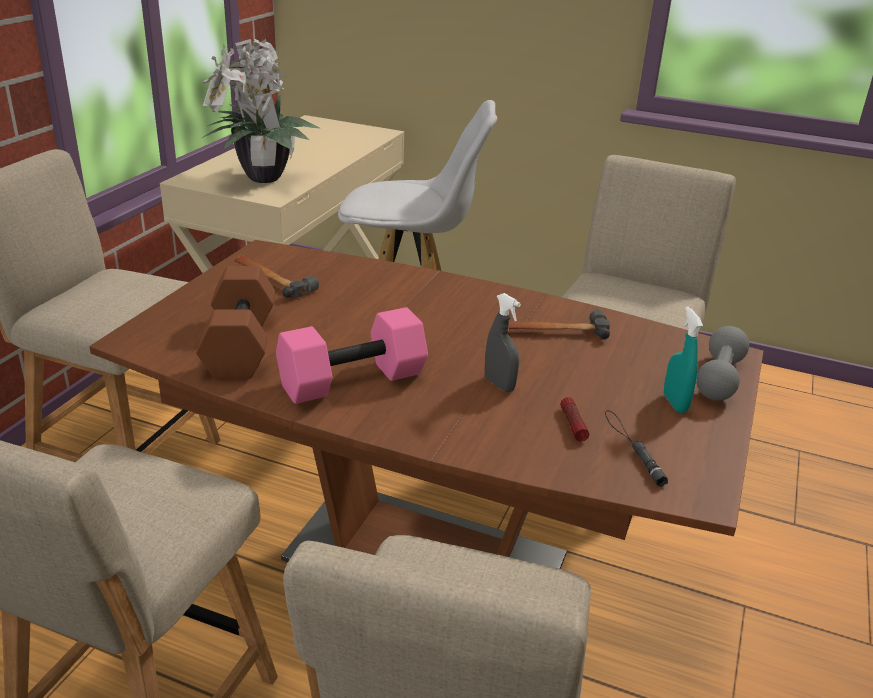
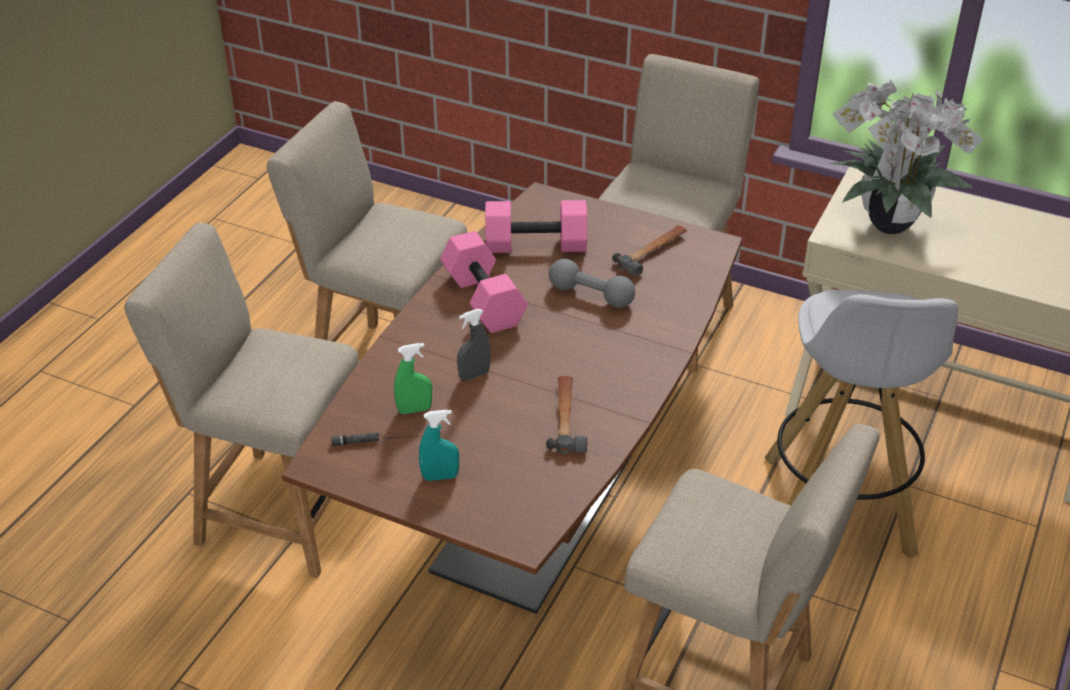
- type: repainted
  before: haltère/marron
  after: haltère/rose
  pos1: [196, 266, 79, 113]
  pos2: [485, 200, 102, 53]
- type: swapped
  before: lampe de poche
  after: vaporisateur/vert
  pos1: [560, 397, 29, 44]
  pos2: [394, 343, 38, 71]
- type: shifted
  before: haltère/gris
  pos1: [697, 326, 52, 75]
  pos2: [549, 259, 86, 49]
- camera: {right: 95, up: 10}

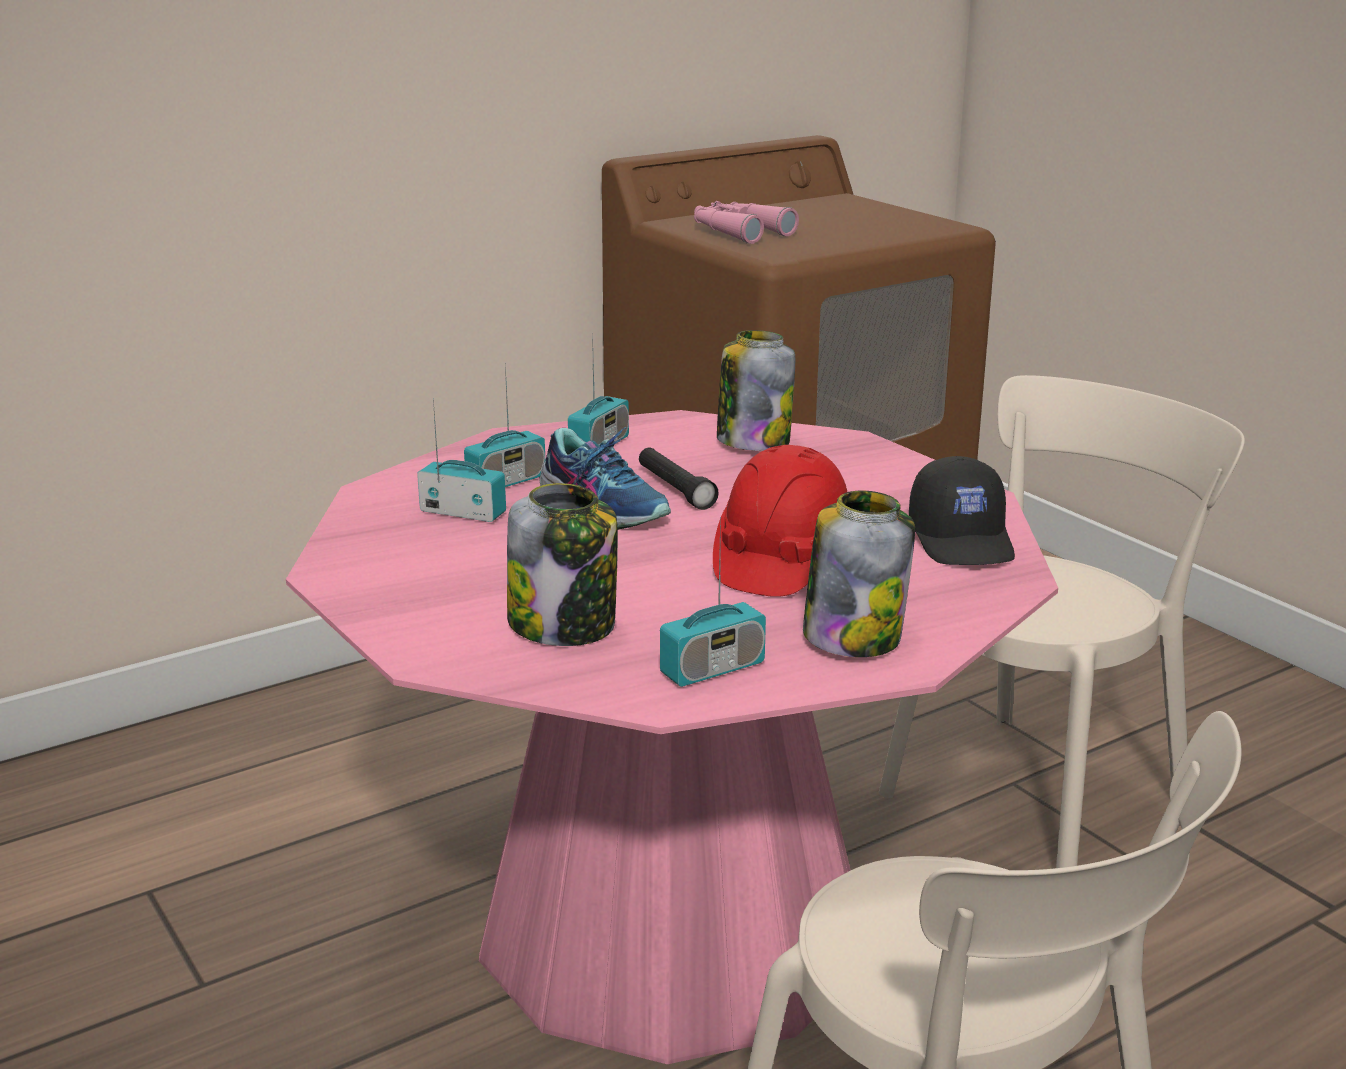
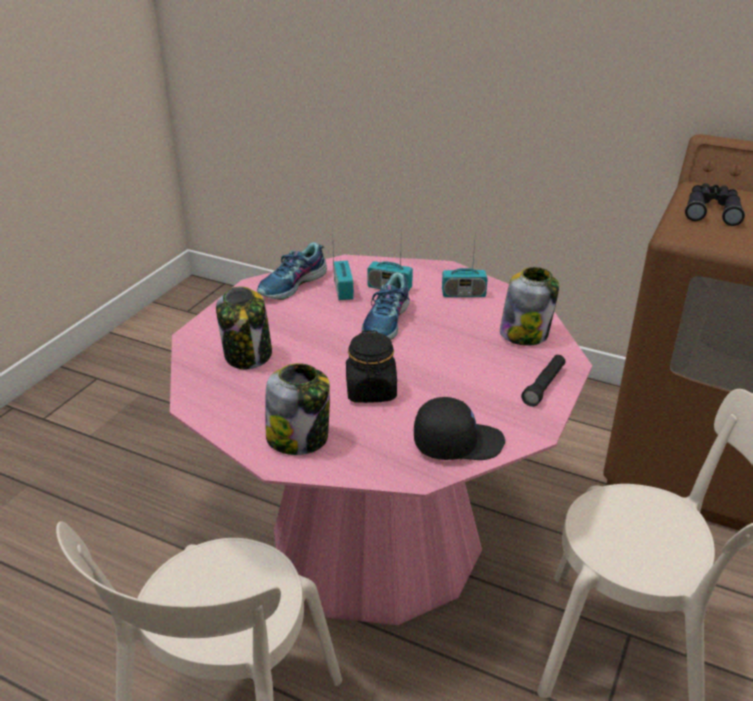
- type: shifted
  before: lampe de poche/noir
  pos1: [639, 448, 80, 62]
  pos2: [521, 355, 44, 52]
- type: gone
  before: radio
  pos1: [660, 517, 106, 170]
- type: repainted
  before: jumelles/rose
  after: jumelles/noir
  pos1: [694, 201, 105, 43]
  pos2: [685, 183, 60, 43]
- type: swapped
  before: casque de chantier/rouge
  after: bocal/noir
  pos1: [713, 445, 134, 152]
  pos2: [346, 330, 51, 73]
- type: rotated
  before: casquette/noir
  pos1: [909, 456, 106, 109]
  pos2: [414, 397, 91, 63]
  turn: -150
- type: new
  after: chaussure
  pos2: [257, 242, 70, 58]
- camera: {right: 60, up: 10}

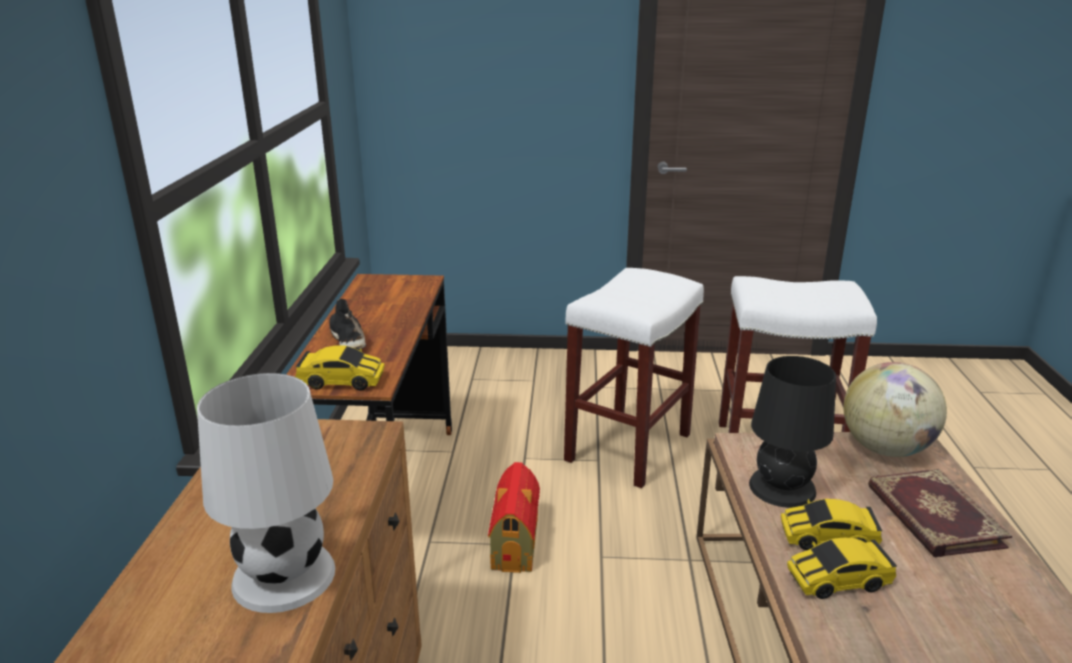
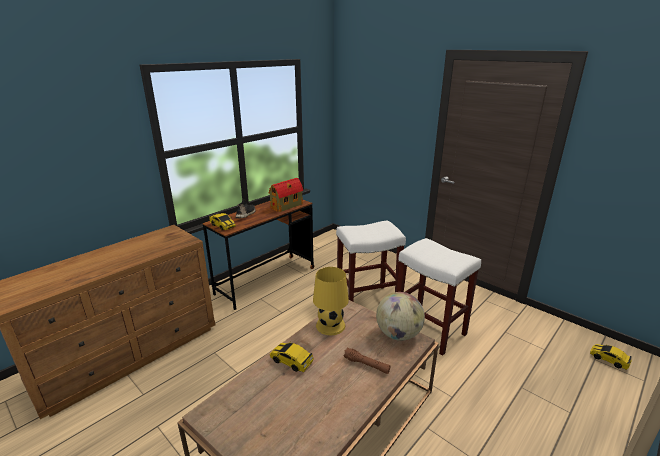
- type: gone
  before: lampe de table/blanc
  pos1: [197, 373, 138, 240]
- type: shifted
  before: maison miniature
  pos1: [488, 462, 52, 111]
  pos2: [269, 178, 34, 34]
- type: repainted
  before: lampe de table/noir
  after: lampe de table/jaune
  pos1: [749, 356, 87, 152]
  pos2: [313, 267, 36, 68]
- type: shifted
  before: petite voiture
  pos1: [781, 499, 101, 51]
  pos2: [590, 344, 42, 26]
- type: swapped
  before: livre
  after: lampe de poche/marron
  pos1: [868, 469, 144, 88]
  pos2: [343, 348, 48, 26]
- camera: {right: 40, up: 0}

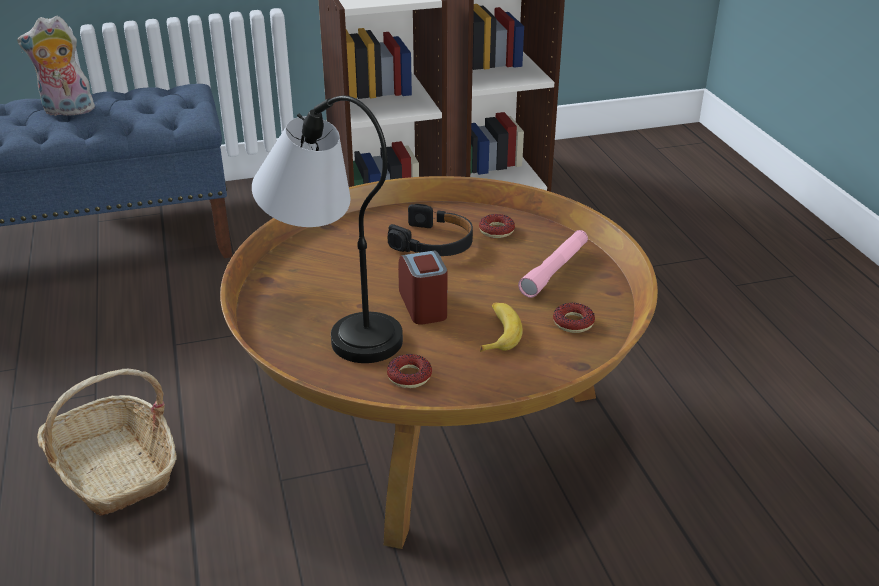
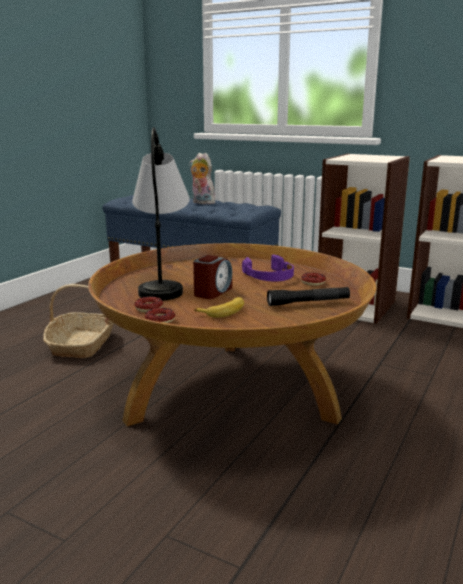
- type: repainted
  before: casque audio/noir
  after: casque audio/violet
  pos1: [388, 204, 85, 52]
  pos2: [242, 255, 52, 27]
- type: repainted
  before: lampe de poche/rose
  after: lampe de poche/noir
  pos1: [518, 230, 70, 68]
  pos2: [267, 287, 83, 19]
- type: shifted
  before: beignet
  pos1: [553, 303, 42, 30]
  pos2: [145, 308, 30, 15]
- camera: {right: 45, up: -15}

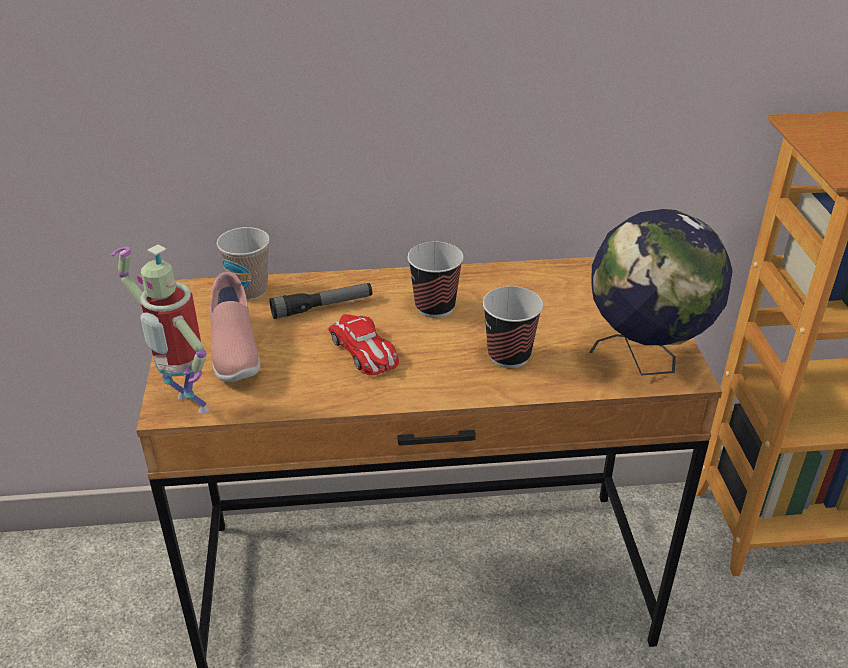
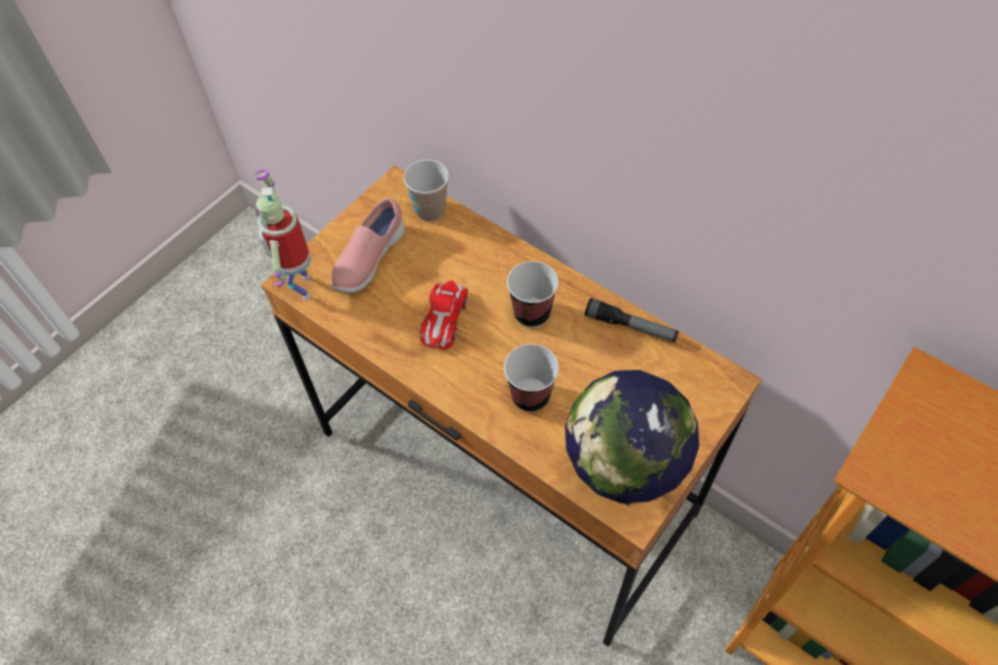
- type: shifted
  before: lampe de poche
  pos1: [269, 283, 103, 36]
  pos2: [585, 298, 94, 44]
- camera: {right: 45, up: 20}

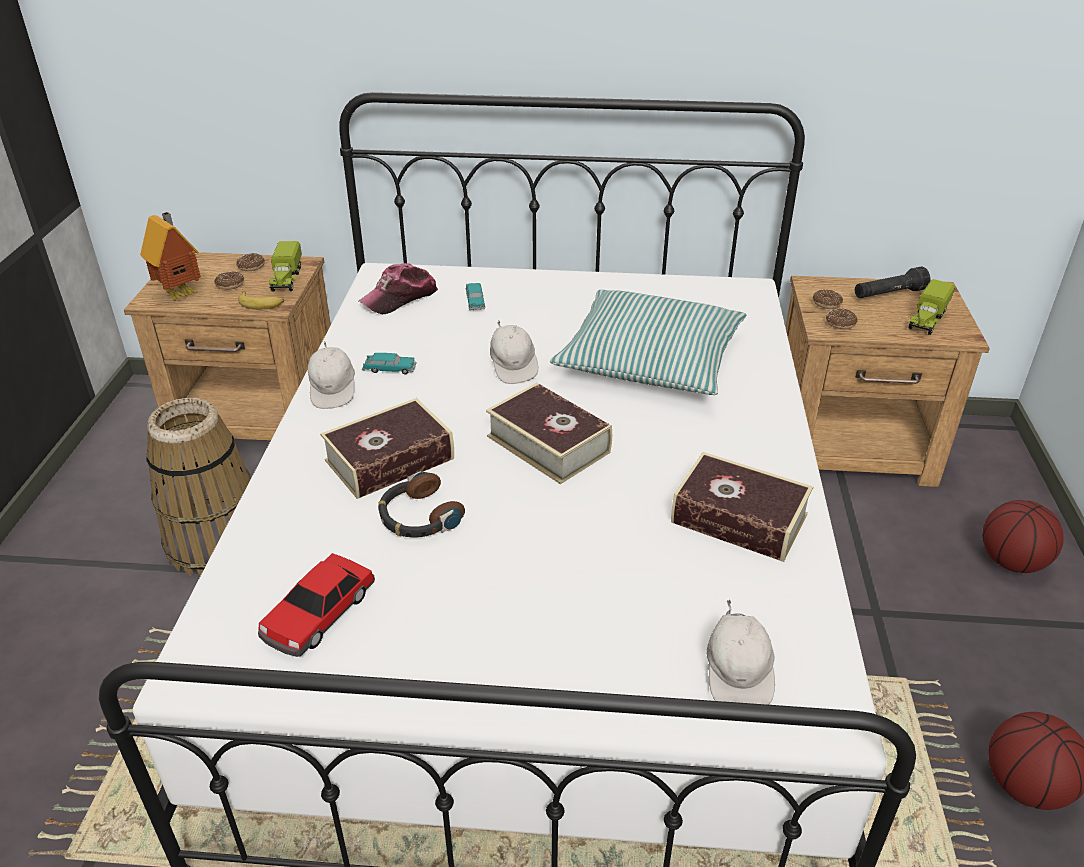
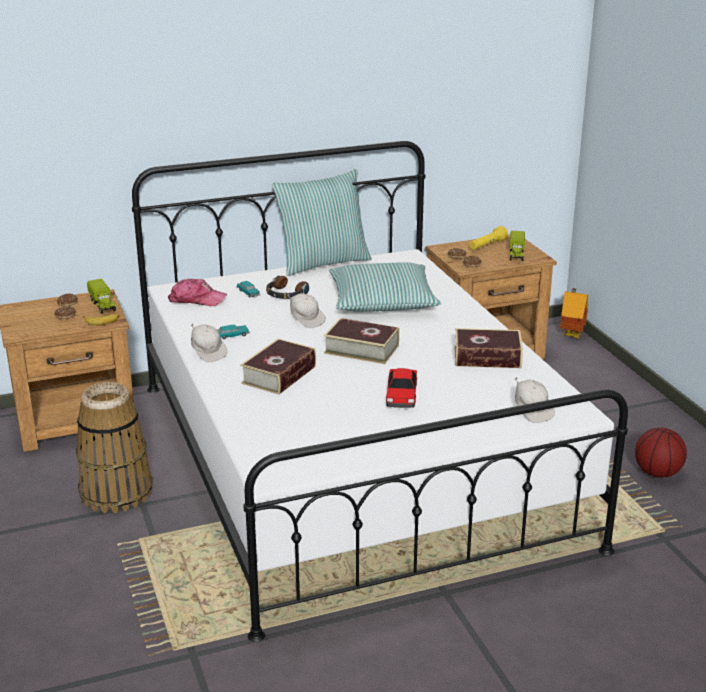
- type: shifted
  before: maison miniature
  pos1: [140, 212, 61, 89]
  pos2: [560, 288, 28, 51]
- type: shifted
  before: petite voiture
  pos1: [258, 553, 117, 104]
  pos2: [386, 368, 31, 40]
- type: rotated
  before: casquette
  pos1: [359, 263, 79, 51]
  pos2: [168, 279, 59, 27]
  turn: -105
- type: shifted
  before: casque audio
  pos1: [378, 471, 87, 67]
  pos2: [266, 276, 43, 23]
- type: repainted
  before: lampe de poche/noir
  after: lampe de poche/jaune
  pos1: [855, 267, 75, 31]
  pos2: [469, 226, 39, 24]
- type: gone
  before: ballon de basket
  pos1: [982, 500, 82, 73]
- type: new
  after: coussin
  pos2: [272, 169, 100, 107]
- camera: {right: -25, up: -10}

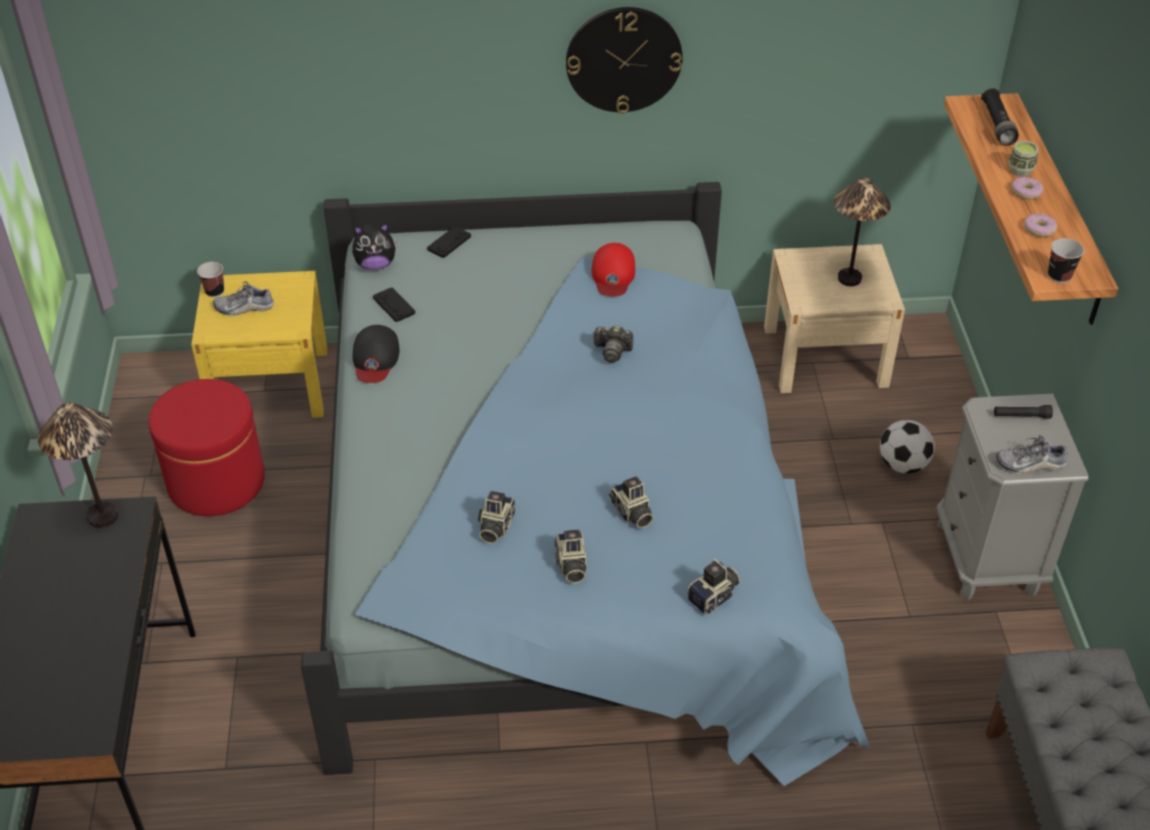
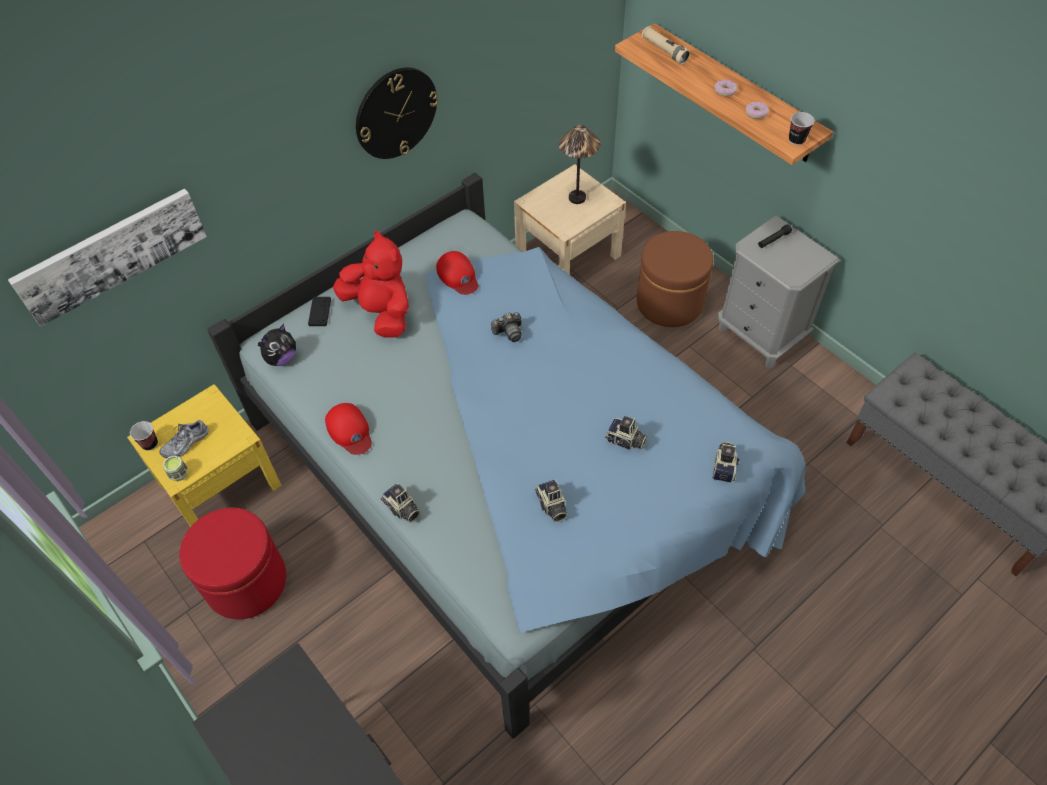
- type: gone
  before: lampe de table
  pos1: [38, 402, 80, 126]
- type: repainted
  before: casquette/noir
  after: casquette/rouge
  pos1: [353, 325, 46, 58]
  pos2: [325, 403, 47, 52]
- type: gone
  before: manette/noir
  pos1: [373, 288, 42, 34]
- type: shifted
  before: appareil photo
  pos1: [555, 529, 31, 55]
  pos2: [381, 483, 39, 39]
- type: swapped
  before: ballon de foot
  after: pouf/marron
  pos1: [880, 420, 55, 54]
  pos2: [637, 231, 76, 96]
- type: repainted
  before: lampe de poche/noir
  after: lampe de poche/beige
  pos1: [981, 88, 38, 58]
  pos2: [641, 26, 49, 38]
- type: gone
  before: chaussure
  pos1: [996, 435, 72, 40]
- type: shifted
  before: tasse
  pos1: [1008, 141, 31, 36]
  pos2: [163, 456, 25, 25]
- type: new
  after: tableau
  pos2: [8, 189, 199, 138]
- type: new
  after: peluche/rouge
  pos2: [333, 230, 76, 108]
- camera: {right: -35, up: 10}

